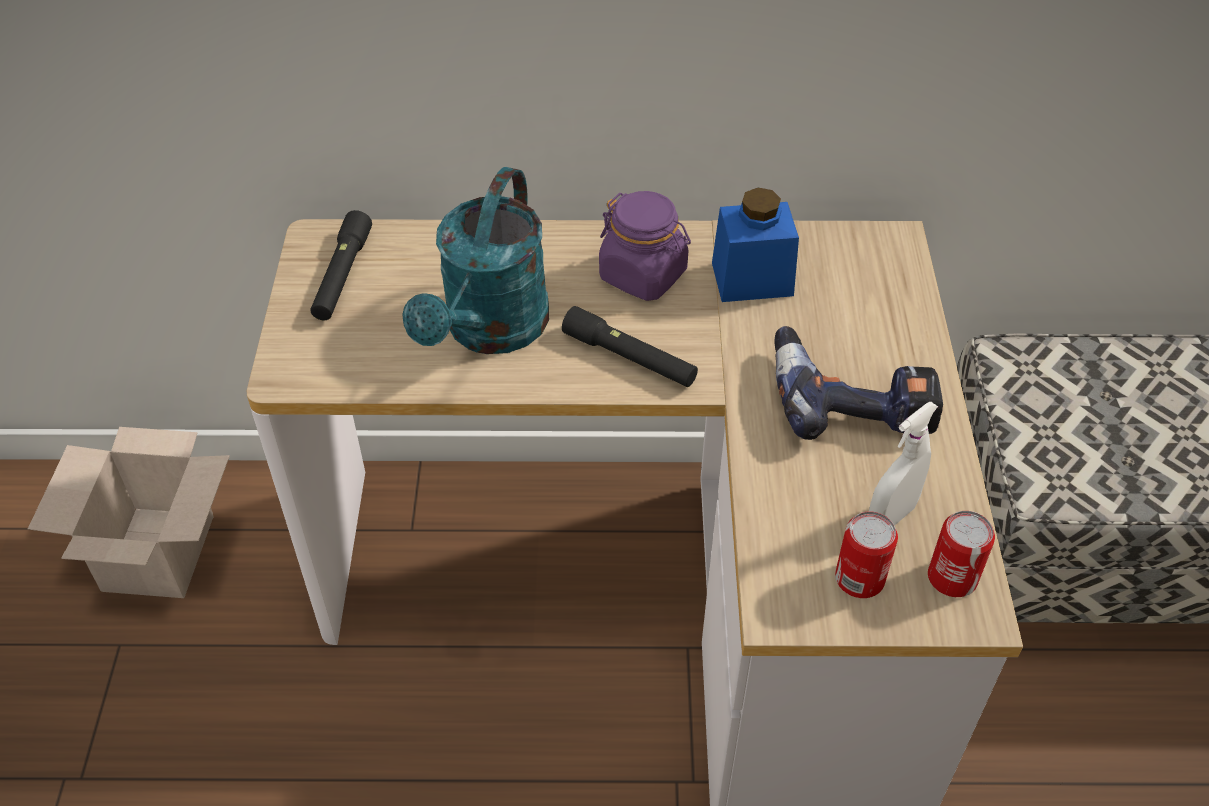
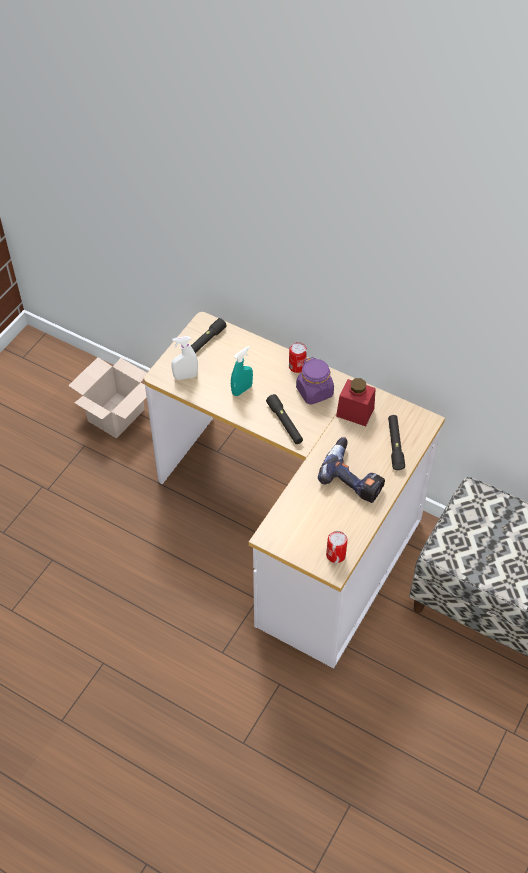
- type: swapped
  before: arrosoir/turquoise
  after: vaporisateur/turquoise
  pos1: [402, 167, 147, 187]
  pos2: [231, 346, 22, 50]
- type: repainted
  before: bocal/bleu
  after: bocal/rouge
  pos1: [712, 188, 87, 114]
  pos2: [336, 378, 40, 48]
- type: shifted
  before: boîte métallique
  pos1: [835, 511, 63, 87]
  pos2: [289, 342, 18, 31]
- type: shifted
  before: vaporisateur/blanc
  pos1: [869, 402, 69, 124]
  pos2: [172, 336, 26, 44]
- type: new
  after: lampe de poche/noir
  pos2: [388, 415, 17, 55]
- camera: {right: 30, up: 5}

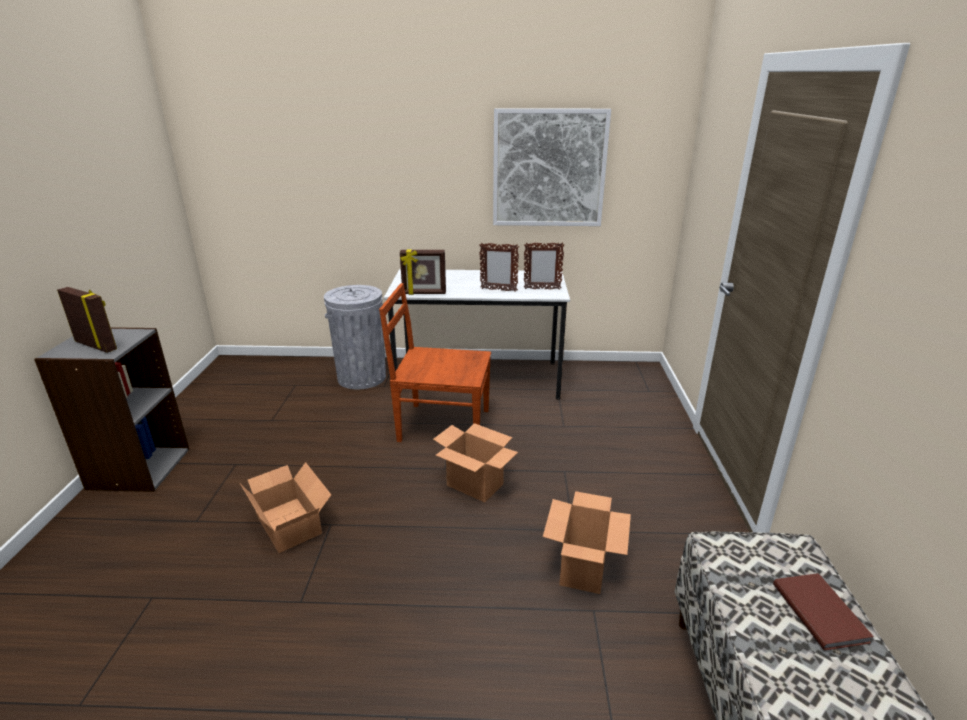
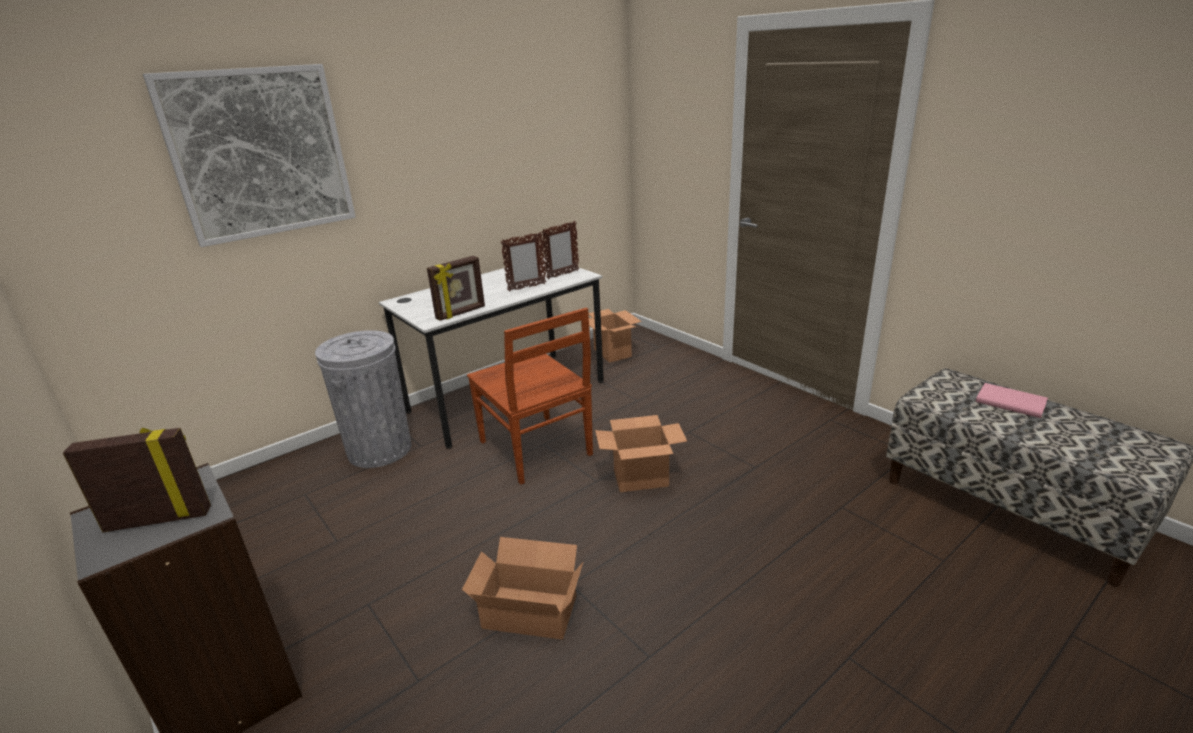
- type: rotated
  before: chaise/marron
  pos1: [379, 283, 112, 159]
  pos2: [467, 308, 126, 176]
  turn: -90
- type: shifted
  before: tableau
  pos1: [493, 108, 118, 118]
  pos2: [143, 64, 213, 183]
- type: shifted
  before: carton
  pos1: [543, 491, 88, 103]
  pos2: [588, 309, 54, 54]
- type: repainted
  before: livre/marron
  after: livre/rose
  pos1: [773, 573, 101, 78]
  pos2: [976, 383, 72, 35]
- camera: {right: -40, up: 0}

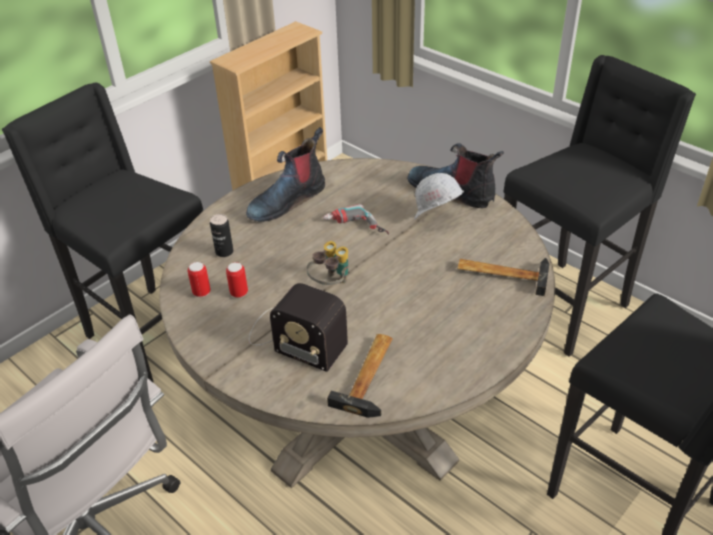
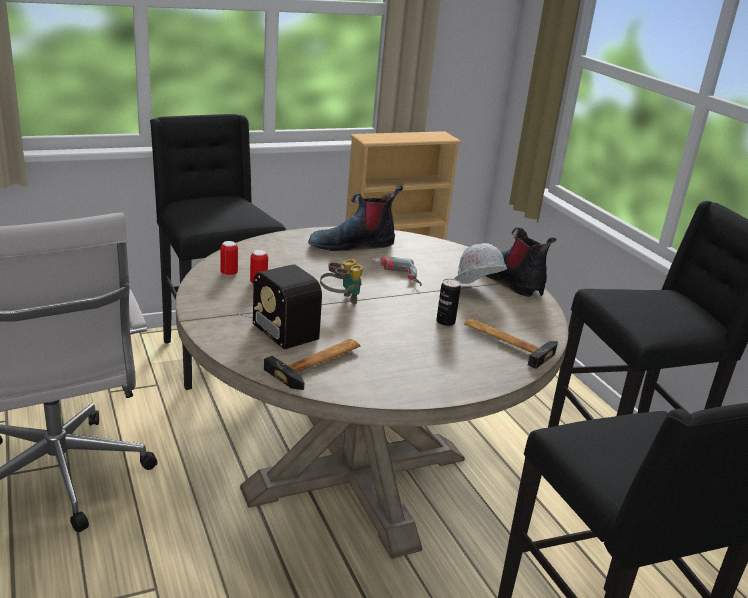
- type: shifted
  before: boîte métallique
  pos1: [210, 214, 24, 43]
  pos2: [436, 279, 25, 47]
- camera: {right: 20, up: -15}

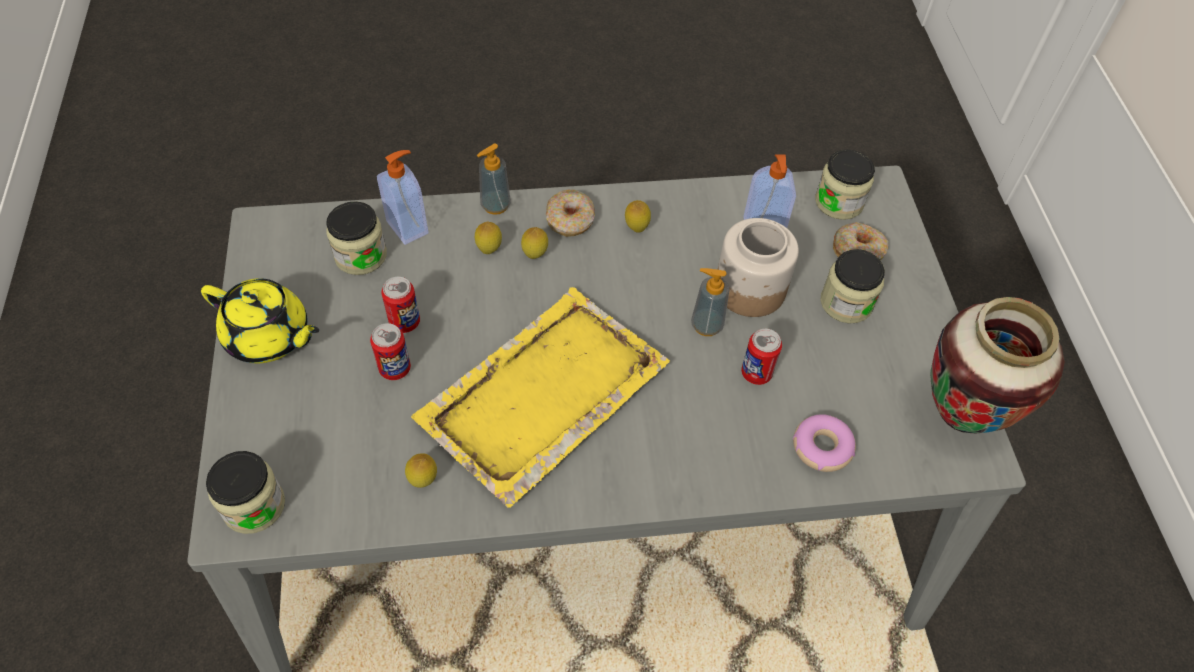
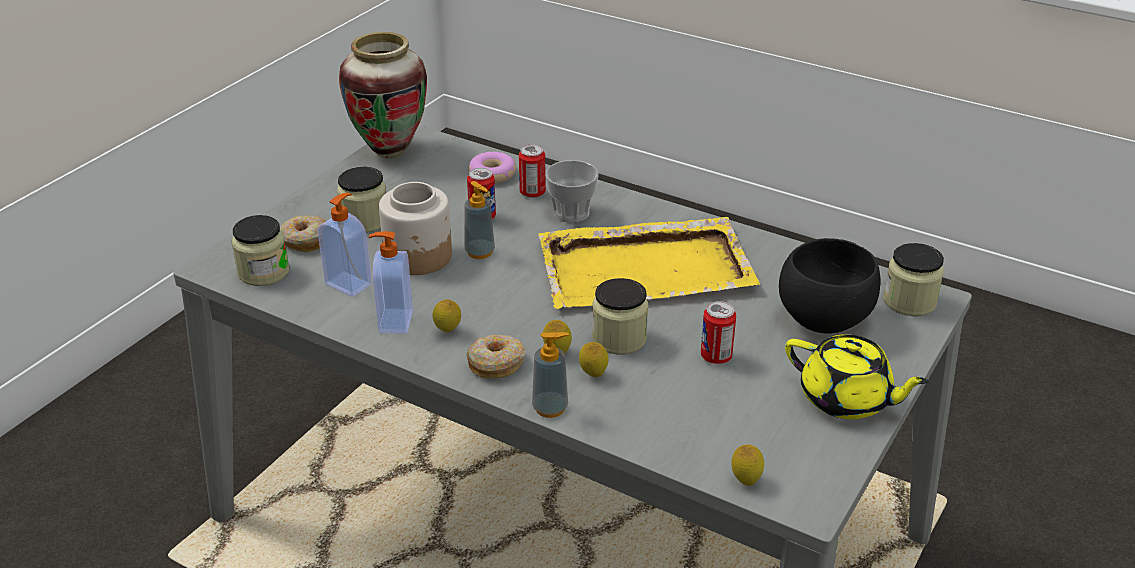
- type: rotated
  before: théière/jaune
  pos1: [201, 278, 119, 85]
  pos2: [785, 334, 145, 85]
  turn: 150
- type: shifted
  before: bocal
  pos1: [326, 201, 61, 74]
  pos2: [592, 278, 57, 77]
- type: shifted
  before: boîte métallique
  pos1: [370, 323, 41, 57]
  pos2: [519, 144, 27, 54]
- type: shifted
  before: distributeur de savon
  pos1: [377, 150, 51, 95]
  pos2: [369, 231, 44, 103]
- type: shifted
  before: citron
  pos1: [405, 453, 32, 35]
  pos2: [731, 445, 33, 41]
- type: new
  after: tasse
  pos2: [545, 160, 54, 63]
- type: new
  after: bol/noir
  pos2: [779, 238, 101, 96]
- camera: {right: -140, up: -20}

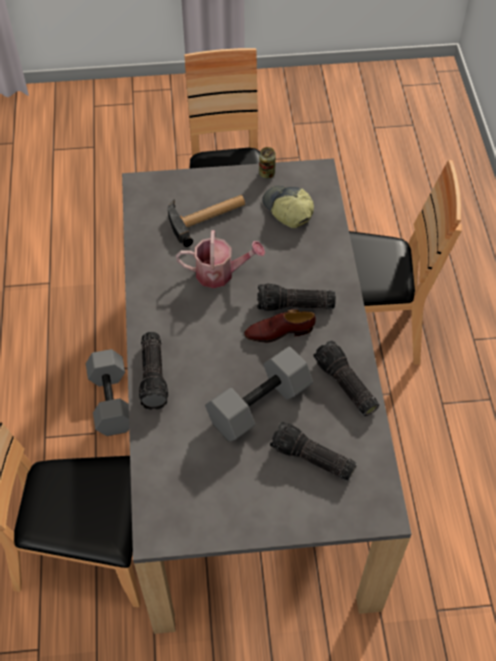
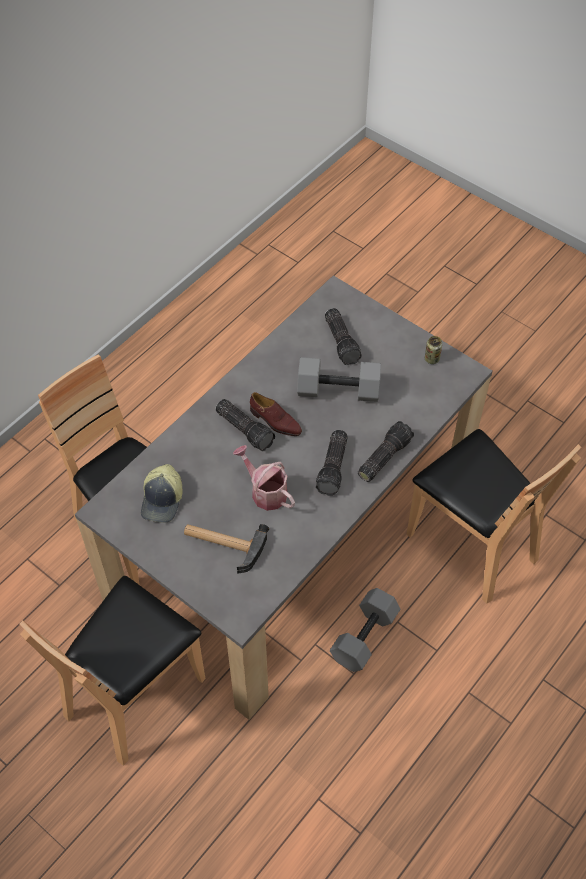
- type: shifted
  before: boîte métallique
  pos1: [259, 147, 17, 32]
  pos2: [425, 336, 17, 28]
- type: shifted
  before: lampe de poche
  pos1: [313, 341, 66, 75]
  pos2: [316, 430, 32, 66]
- camera: {right: -135, up: 0}

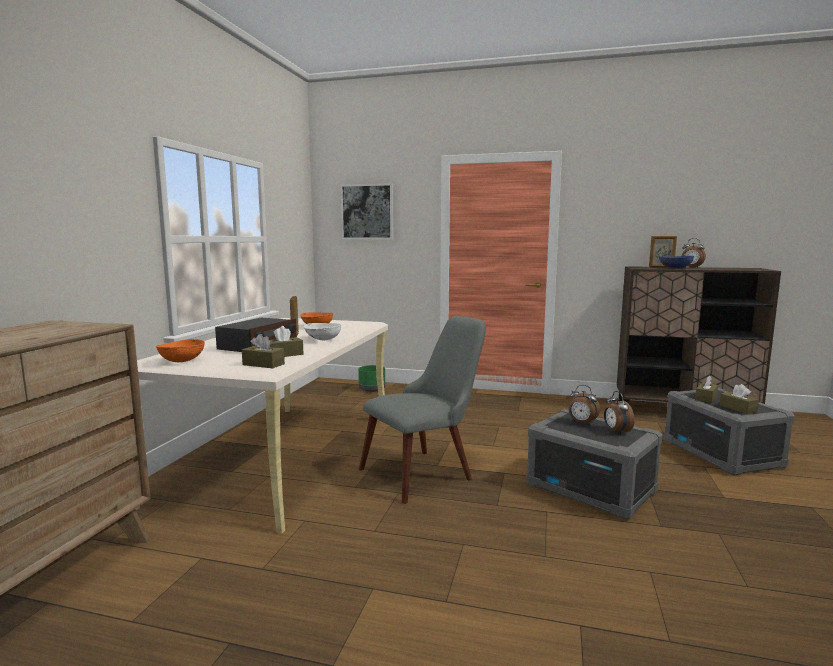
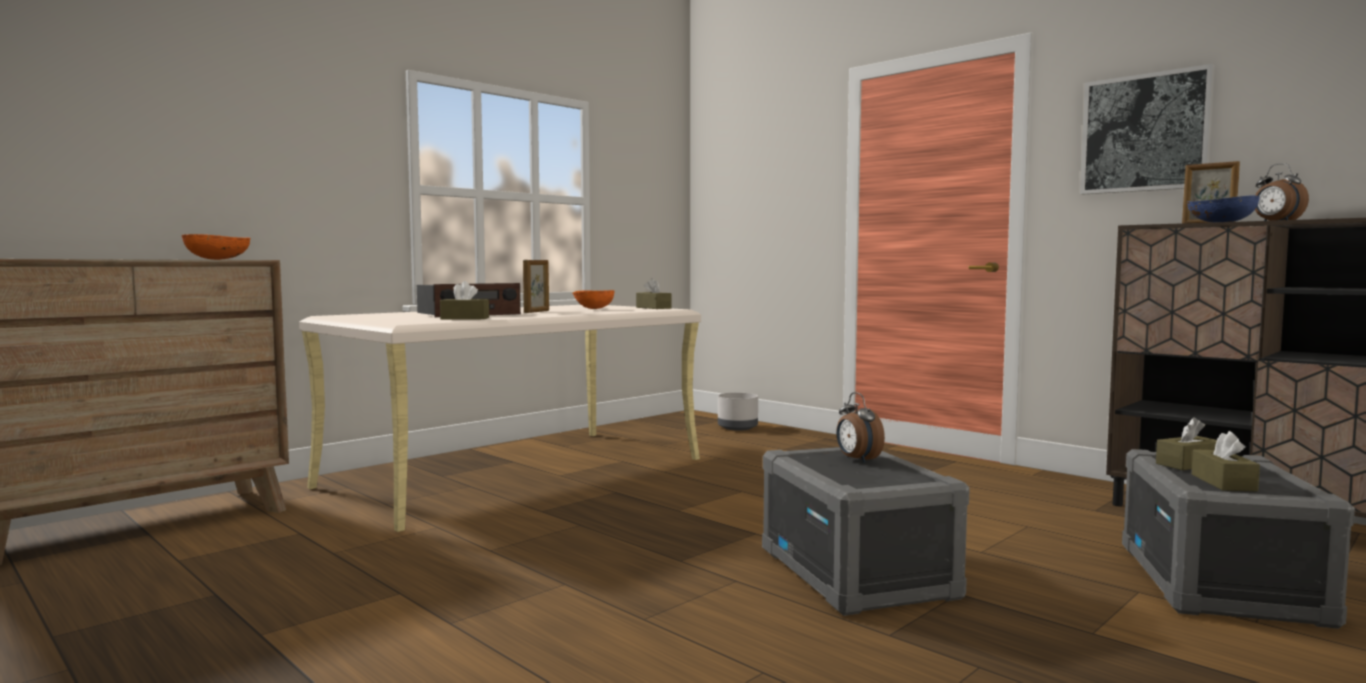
- type: shifted
  before: bol/orange
  pos1: [156, 339, 49, 23]
  pos2: [182, 234, 68, 26]
- type: shifted
  before: boîte à mouchoirs/marron
  pos1: [242, 334, 43, 34]
  pos2: [636, 278, 35, 31]
- type: gone
  before: bol/blanc
  pos1: [303, 323, 38, 17]
- type: shifted
  before: tableau
  pos1: [340, 183, 54, 56]
  pos2: [1080, 64, 135, 130]
- type: repainted
  before: cache-pot/vert
  after: cache-pot/gris
  pos1: [358, 365, 27, 27]
  pos2: [718, 393, 40, 38]
- type: gone
  before: chaise/gris
  pos1: [359, 316, 127, 188]
- type: gone
  before: réveil
  pos1: [604, 391, 31, 44]
- camera: {right: 30, up: -5}

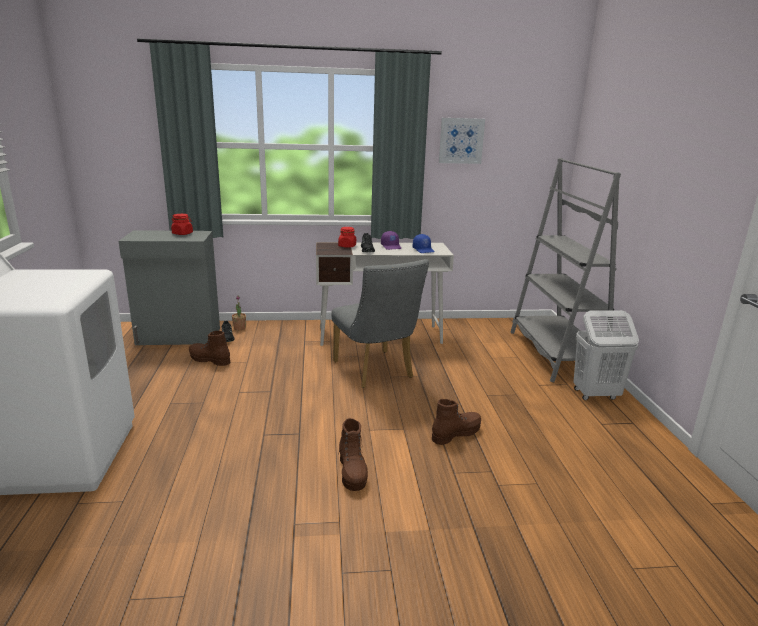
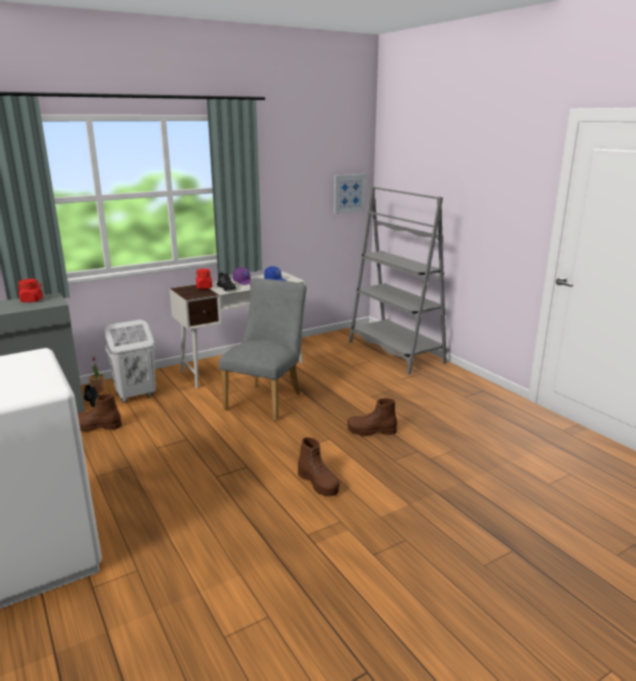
- type: rotated
  before: chaise/gris
  pos1: [331, 259, 98, 129]
  pos2: [219, 278, 87, 143]
  turn: -105
- type: rotated
  before: botte/marron
  pos1: [432, 399, 49, 46]
  pos2: [347, 398, 50, 38]
  turn: -120
- type: shifted
  before: tableau
  pos1: [439, 118, 46, 46]
  pos2: [334, 174, 32, 40]
- type: shifted
  before: panier à linge/blanc
  pos1: [573, 310, 66, 90]
  pos2: [104, 320, 52, 83]
- camera: {right: -25, up: 0}

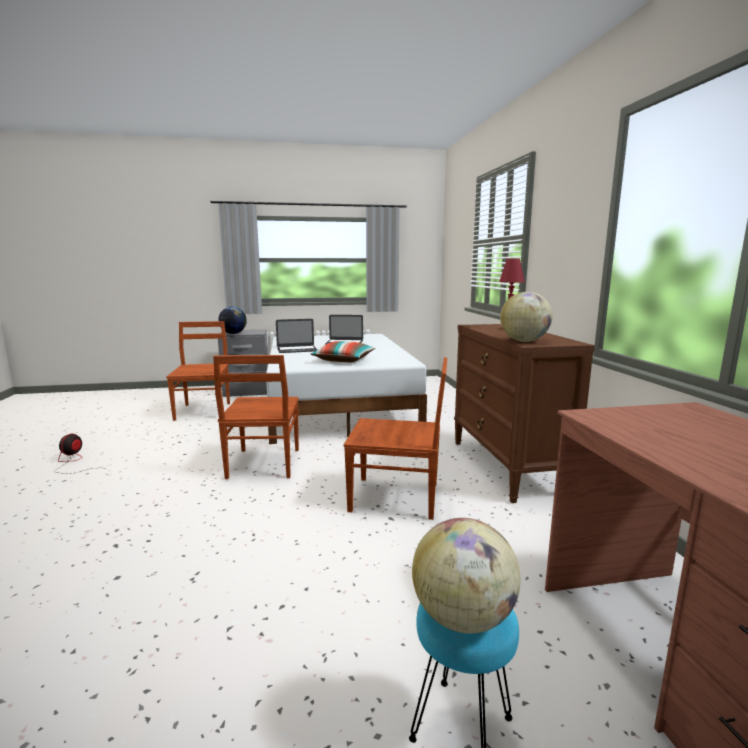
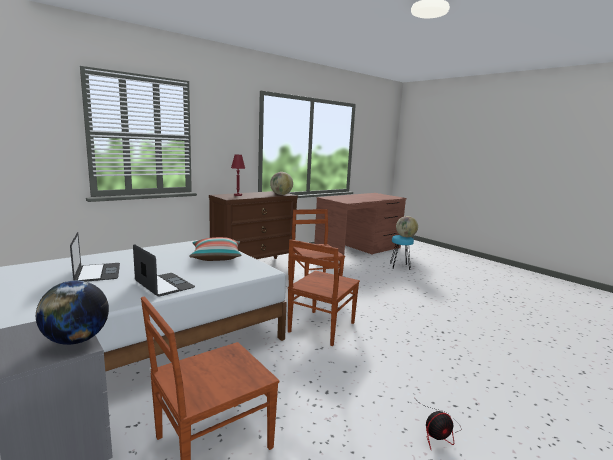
- type: rotated
  before: chaise/marron
  pos1: [213, 355, 86, 124]
  pos2: [288, 239, 72, 107]
  turn: 150
- camera: {right: -120, up: 0}

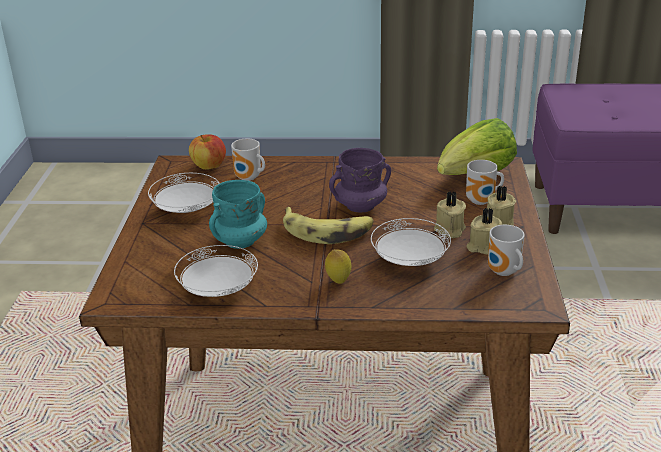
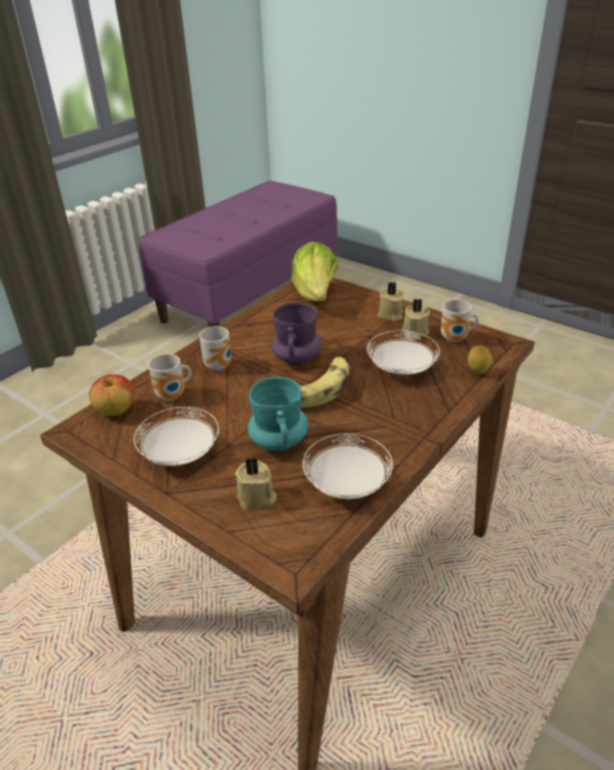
- type: shifted
  before: citron
  pos1: [325, 249, 26, 35]
  pos2: [468, 346, 24, 28]
- type: shifted
  before: bougie/beige
  pos1: [434, 191, 32, 47]
  pos2: [235, 457, 42, 52]
- type: shifted
  before: mug
  pos1: [466, 160, 38, 45]
  pos2: [199, 326, 32, 45]
- camera: {right: -55, up: 5}

